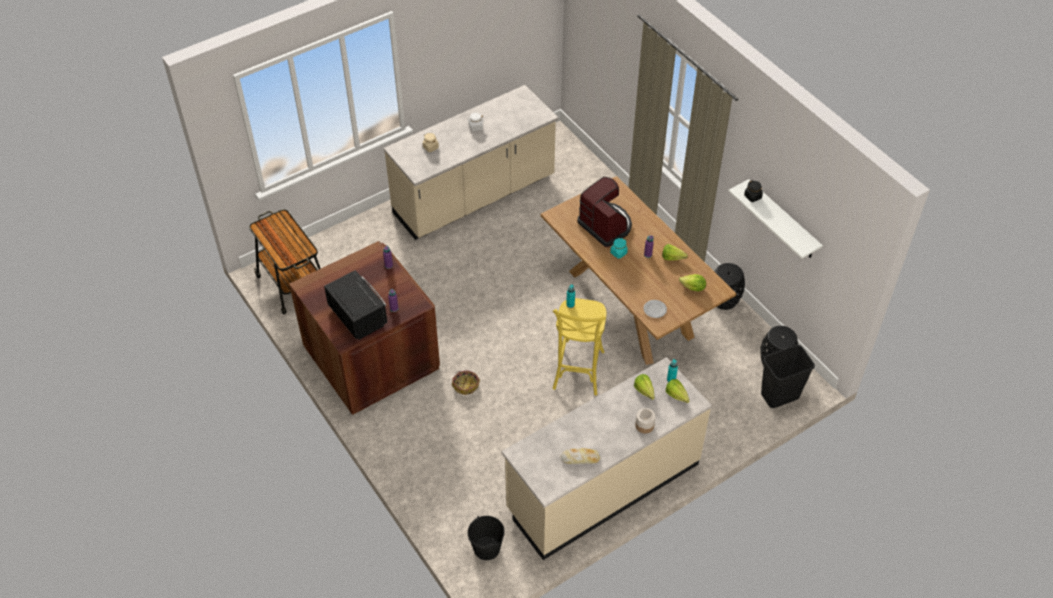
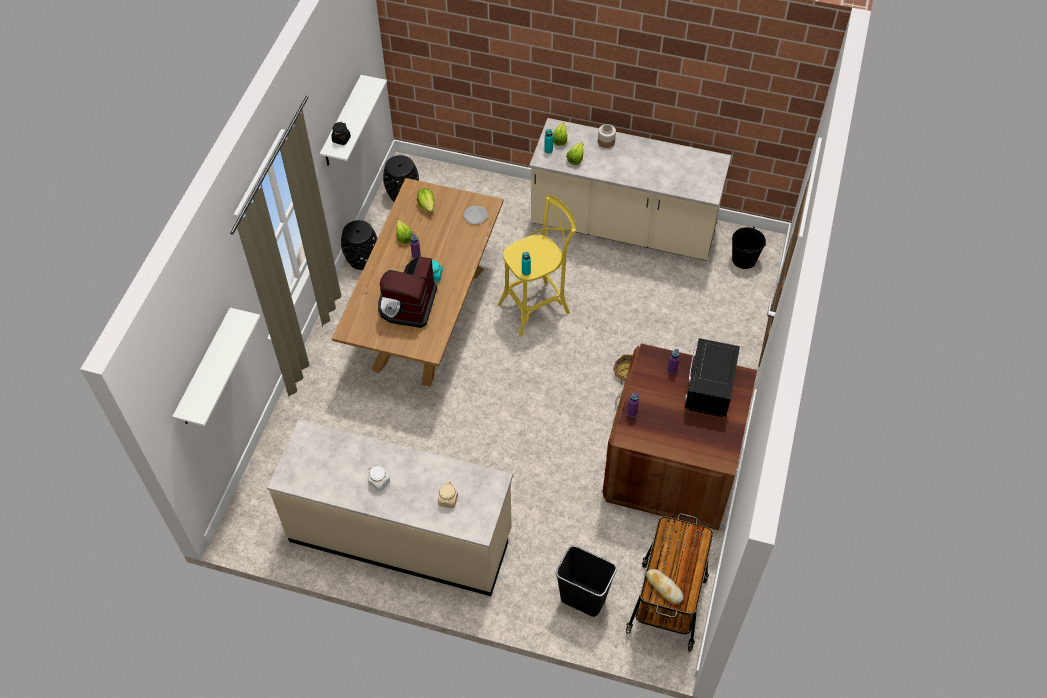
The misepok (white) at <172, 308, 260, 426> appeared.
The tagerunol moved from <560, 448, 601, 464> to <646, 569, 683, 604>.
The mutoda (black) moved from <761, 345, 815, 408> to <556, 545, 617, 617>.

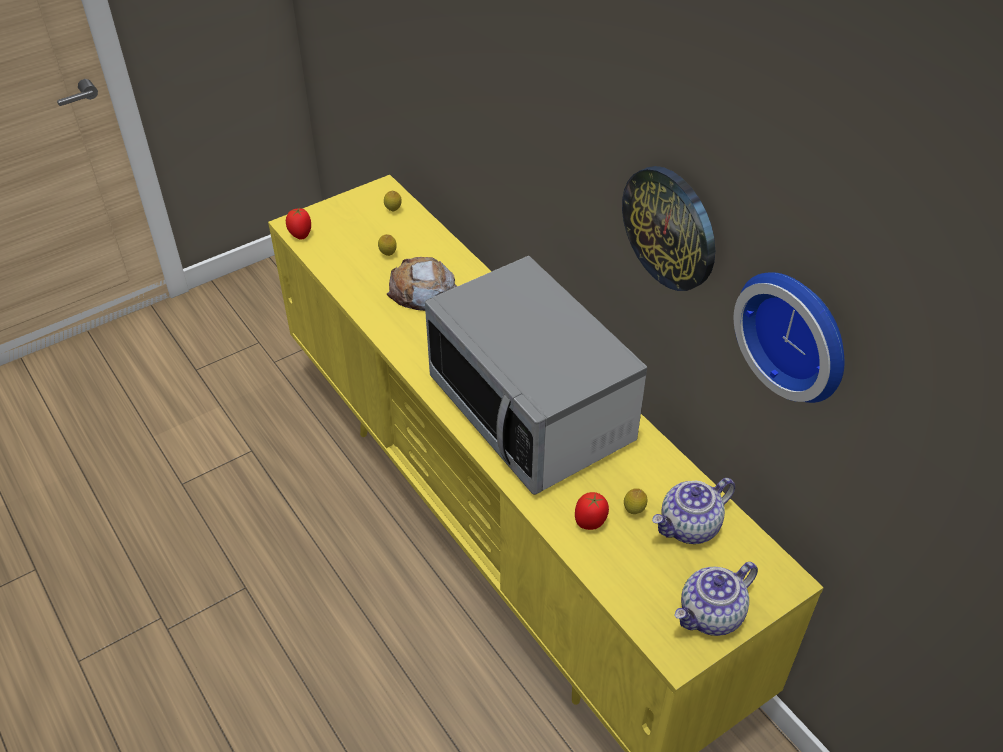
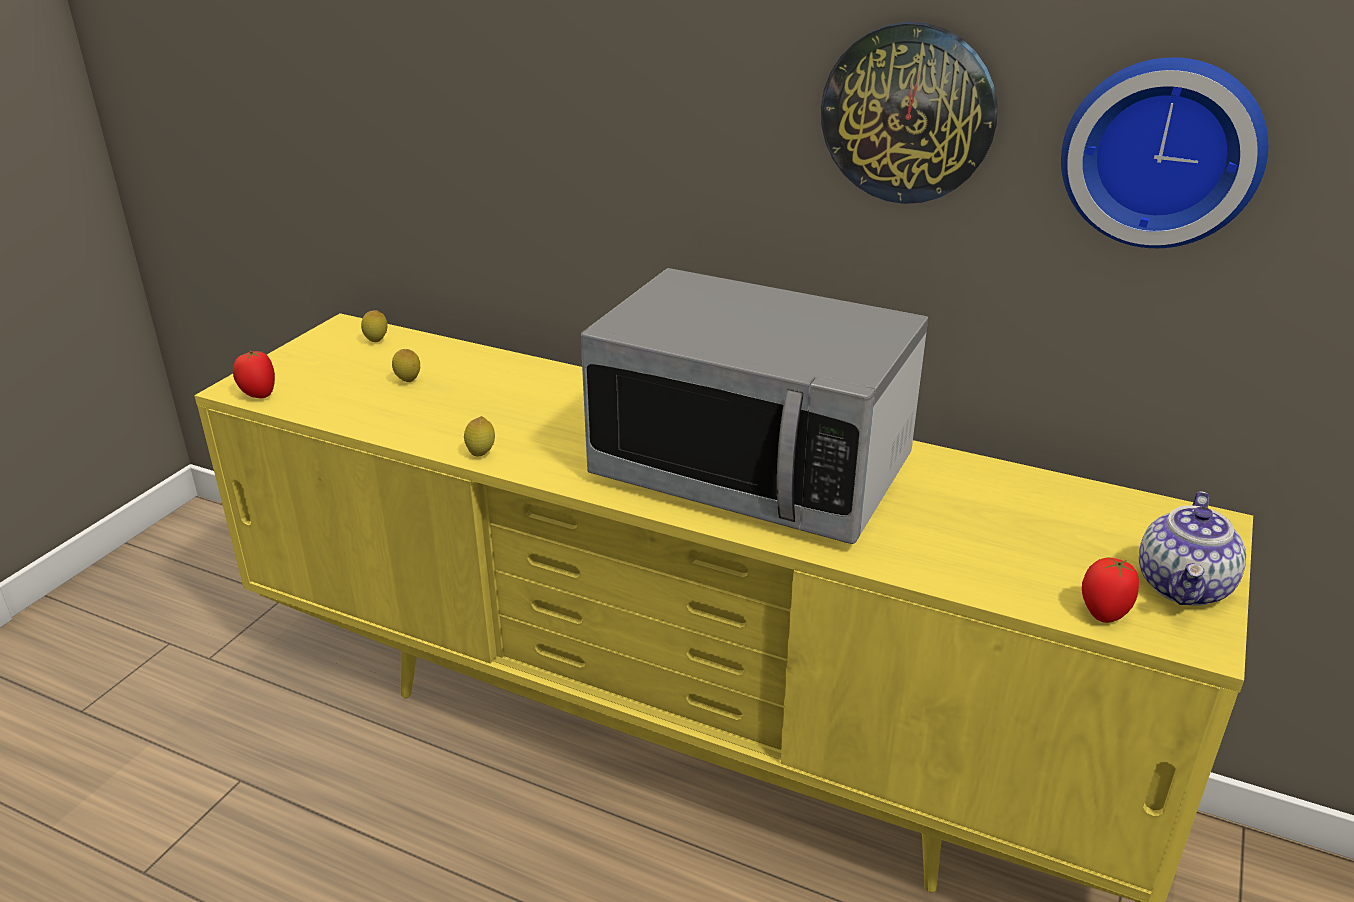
The tagerunol at <387, 257, 457, 311> disappeared.
The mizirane at <652, 478, 735, 544> disappeared.
The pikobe moved from <575, 492, 609, 530> to <1082, 558, 1139, 623>.
The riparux moved from <624, 488, 648, 514> to <464, 416, 495, 457>.

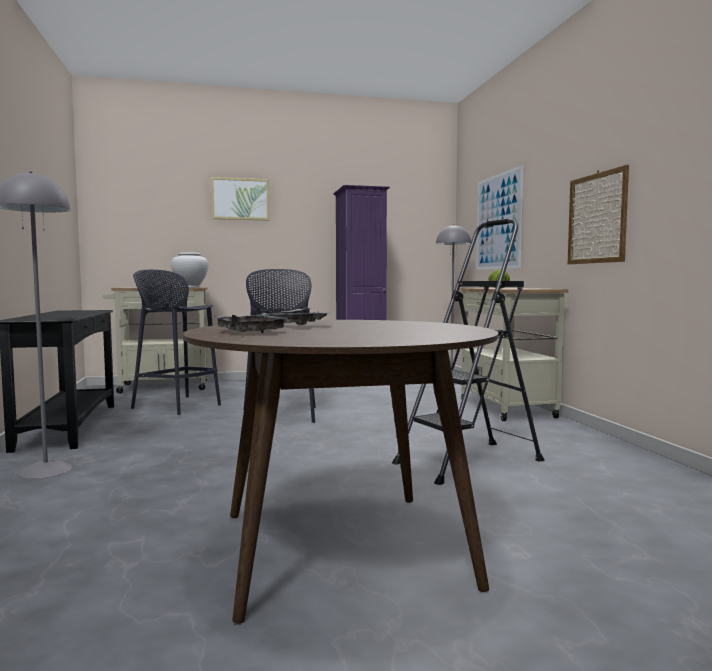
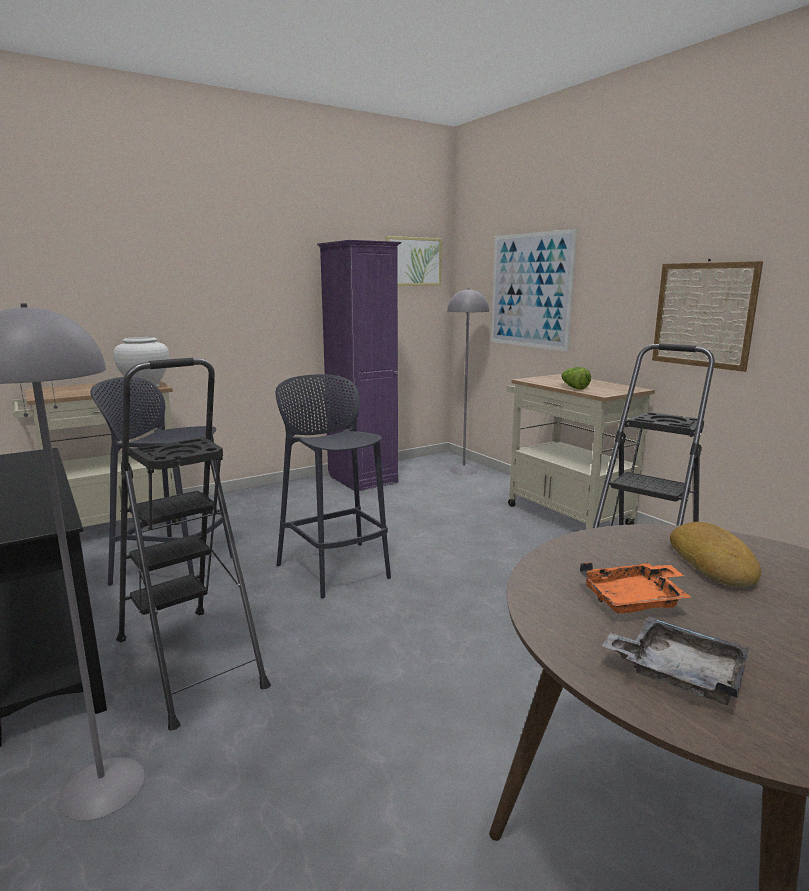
The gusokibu at <116, 358, 271, 731> appeared.
The tagerunol at <670, 522, 762, 587> appeared.
The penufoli moved from <211, 177, 269, 220> to <385, 236, 442, 286>.
The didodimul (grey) at <257, 308, 330, 325> became the didodimul (orange) at <580, 562, 691, 613>.

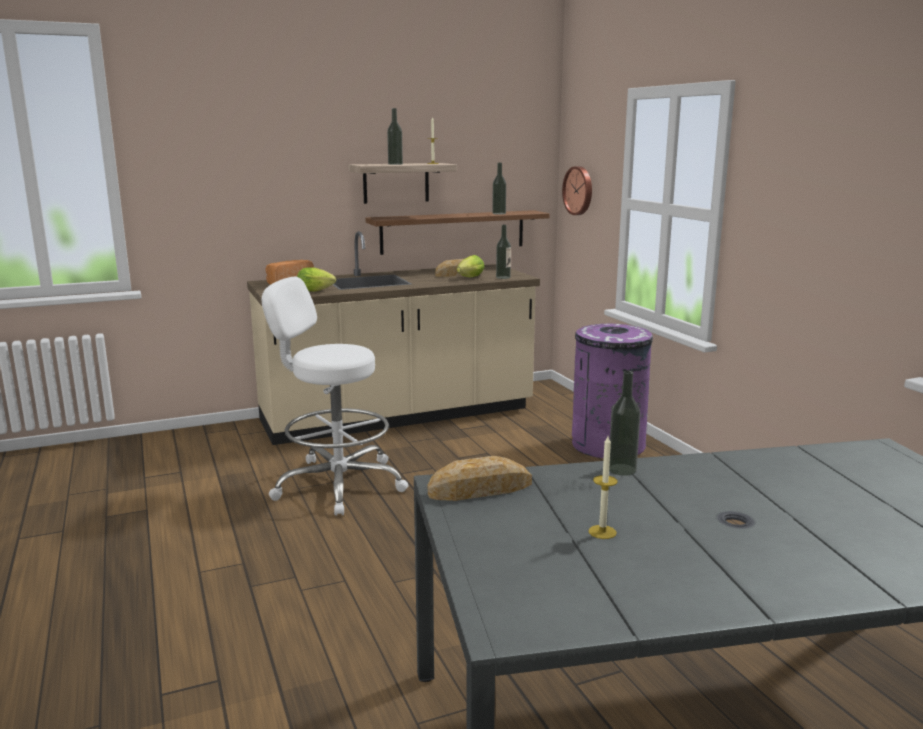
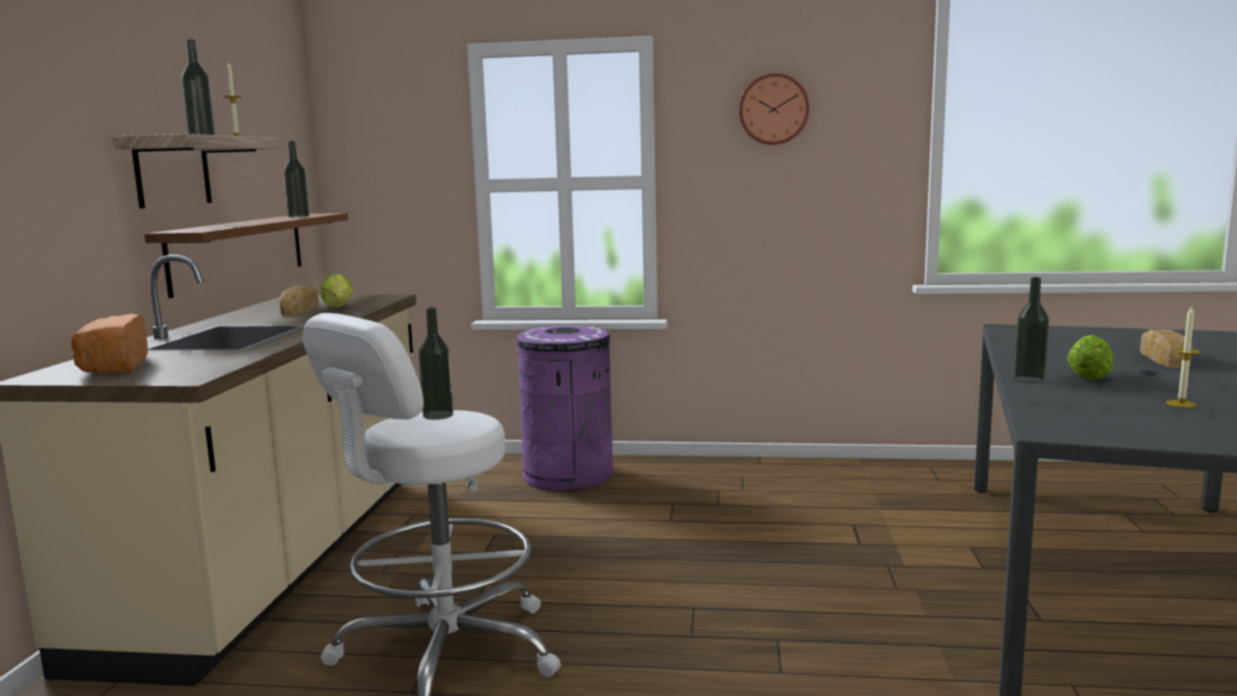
The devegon moved from <297, 267, 336, 291> to <1067, 335, 1113, 380>.
The tagerunol moved from <428, 456, 532, 501> to <1140, 329, 1193, 368>.
The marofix moved from <496, 225, 511, 279> to <419, 307, 453, 420>.
The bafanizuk moved from <562, 166, 592, 215> to <739, 73, 809, 145>.

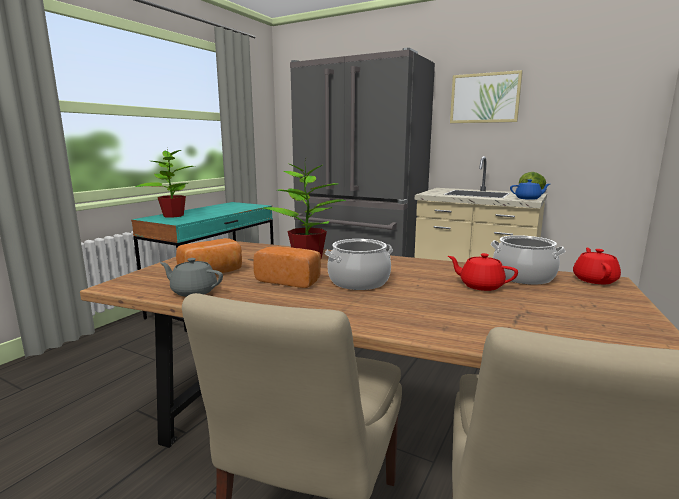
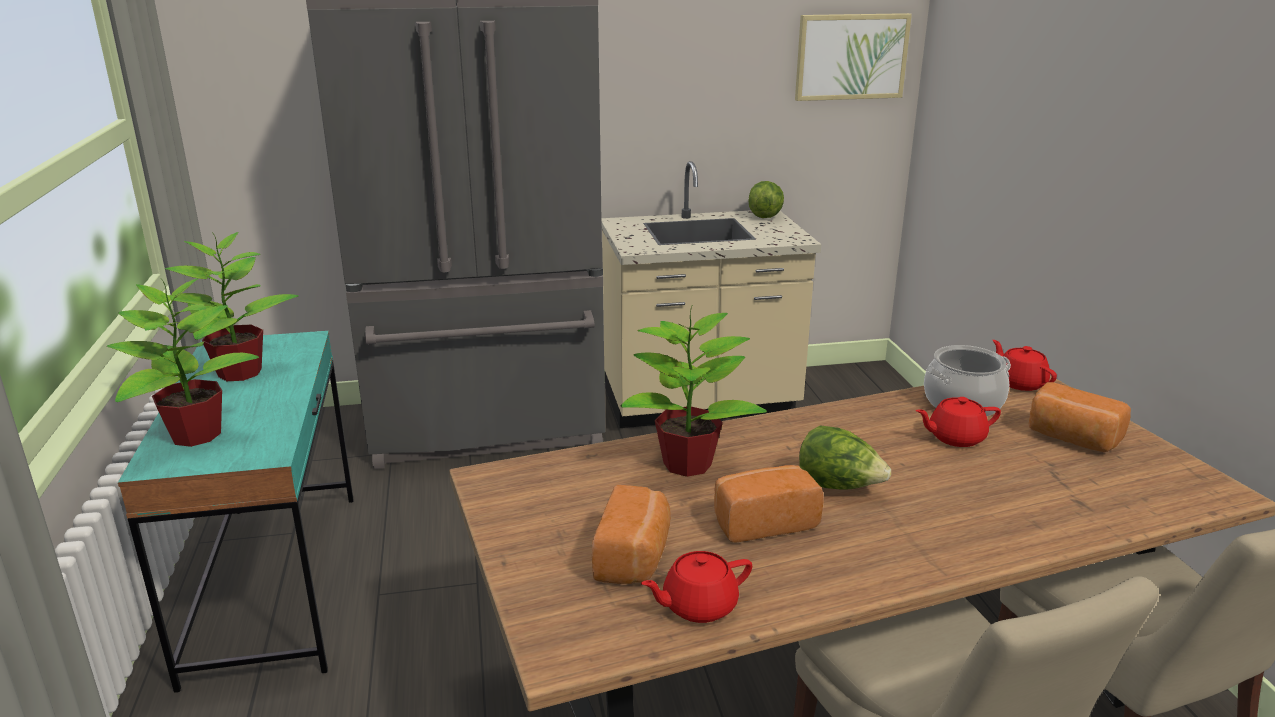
The mizirane (blue) at <510, 179, 550, 200> disappeared.
The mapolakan at <165, 232, 299, 381> appeared.
The tagerunol at <1029, 382, 1131, 452> appeared.
The penufoli moved from <450, 70, 523, 123> to <795, 13, 912, 101>.
The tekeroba at <325, 239, 393, 290> was replaced by the devegon at <799, 426, 891, 490>.
The mizirane (grey) at <160, 258, 223, 297> became the mizirane (red) at <641, 551, 752, 623>.

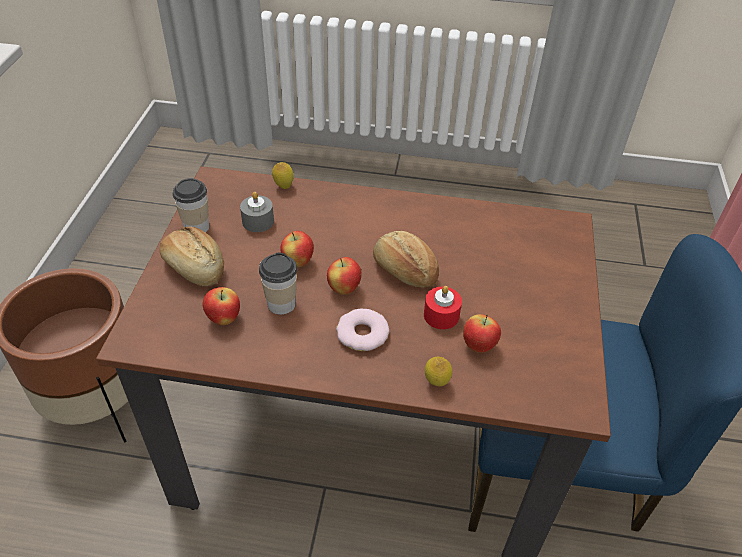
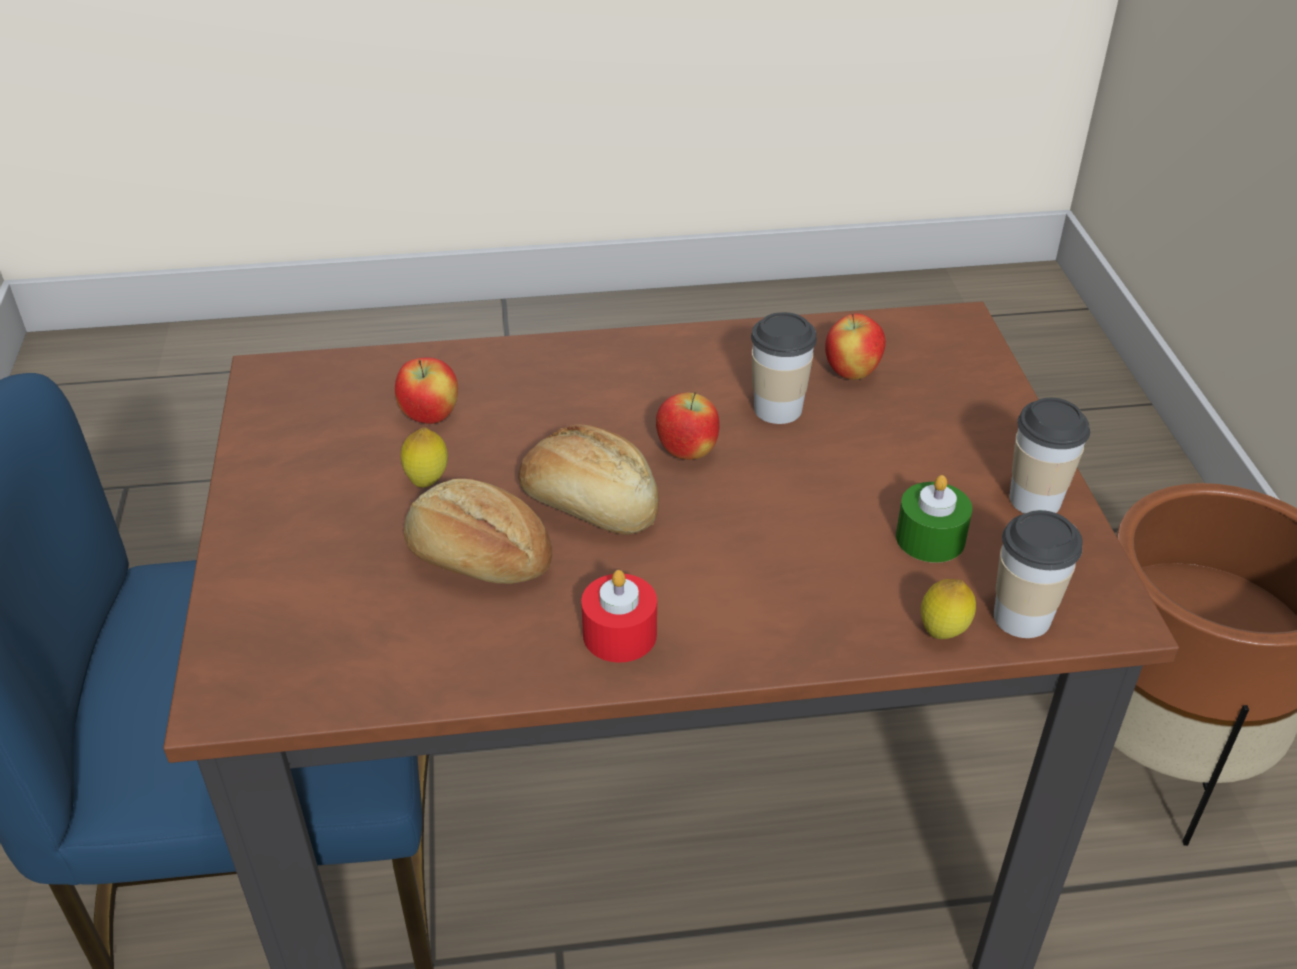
The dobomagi at <280, 231, 314, 267> disappeared.
The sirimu at <336, 309, 389, 351> disappeared.
The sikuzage at <994, 510, 1083, 638> appeared.
The tagerunol moved from <159, 226, 224, 287> to <404, 479, 552, 584>.
The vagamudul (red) moved from <424, 286, 462, 329> to <581, 570, 657, 663>.
The riparux moved from <425, 357, 452, 386> to <401, 427, 448, 488>.
The vagamudul (grey) at <240, 192, 274, 232> became the vagamudul (green) at <896, 475, 972, 563>.

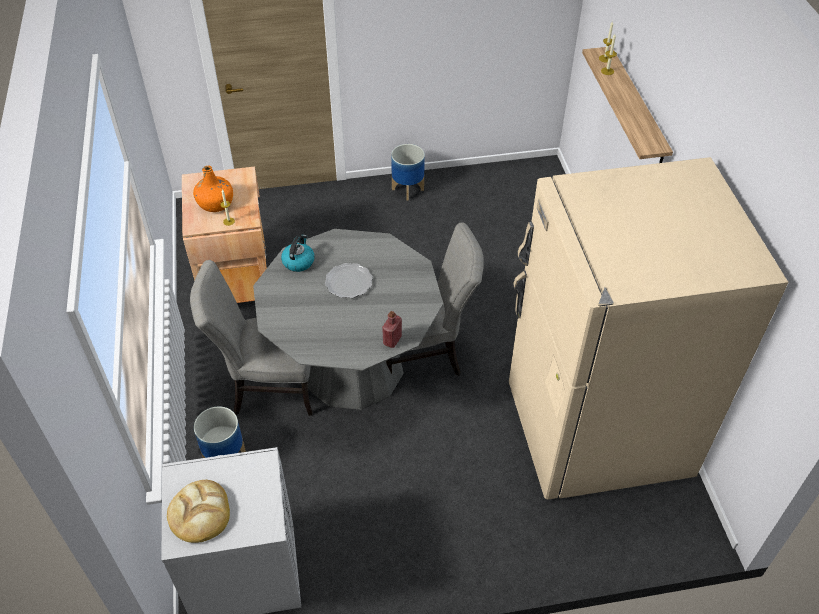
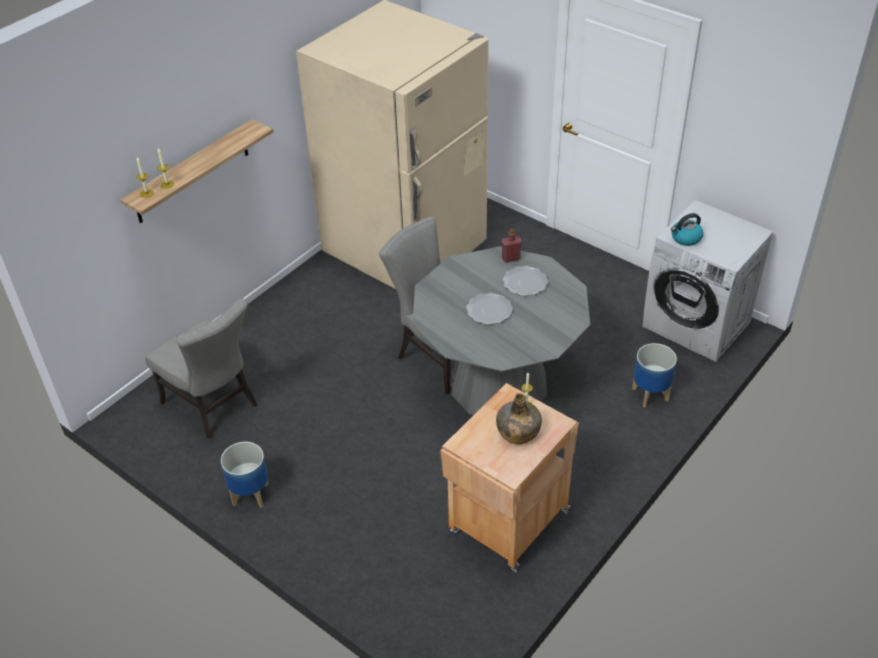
The tagerunol at <167, 480, 230, 543> disappeared.
The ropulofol at <503, 266, 548, 296> appeared.
The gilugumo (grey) moved from <190, 260, 312, 416> to <145, 298, 257, 439>.
The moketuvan moved from <281, 235, 314, 272> to <671, 213, 703, 246>.
The marofix (orange) at <193, 165, 233, 212> became the marofix (green) at <496, 393, 542, 444>.

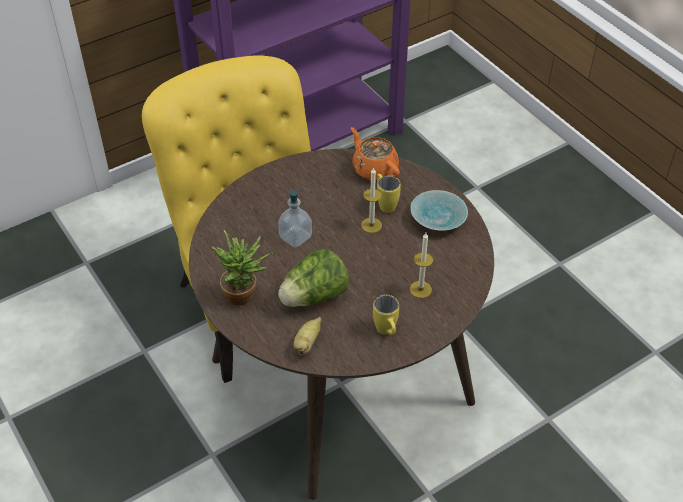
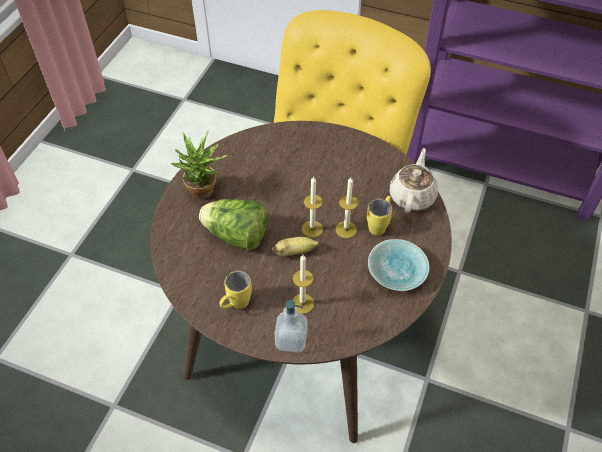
The vagamudul at <302, 176, 323, 238> appeared.
The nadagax moved from <278, 189, 312, 247> to <274, 300, 308, 353>.
The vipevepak moved from <293, 317, 322, 356> to <272, 237, 319, 256>.
The mizirane (orange) at <351, 127, 400, 181> became the mizirane (beige) at <390, 148, 438, 213>.

